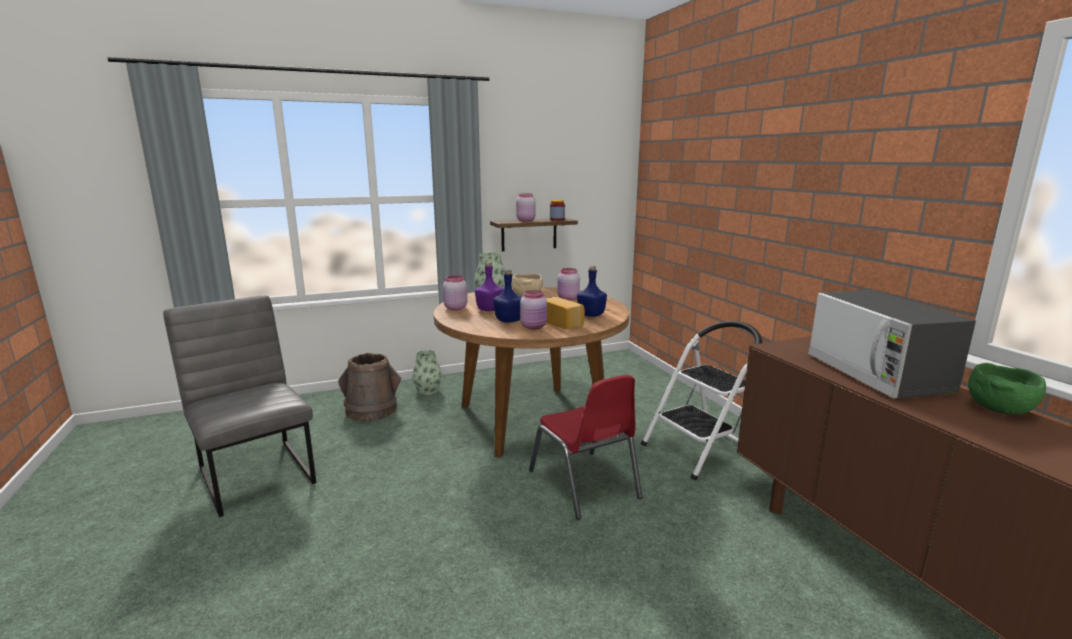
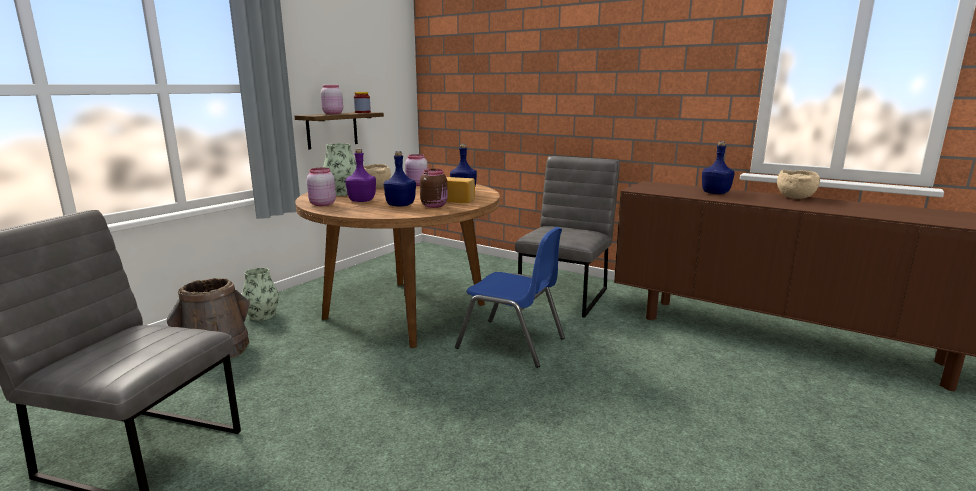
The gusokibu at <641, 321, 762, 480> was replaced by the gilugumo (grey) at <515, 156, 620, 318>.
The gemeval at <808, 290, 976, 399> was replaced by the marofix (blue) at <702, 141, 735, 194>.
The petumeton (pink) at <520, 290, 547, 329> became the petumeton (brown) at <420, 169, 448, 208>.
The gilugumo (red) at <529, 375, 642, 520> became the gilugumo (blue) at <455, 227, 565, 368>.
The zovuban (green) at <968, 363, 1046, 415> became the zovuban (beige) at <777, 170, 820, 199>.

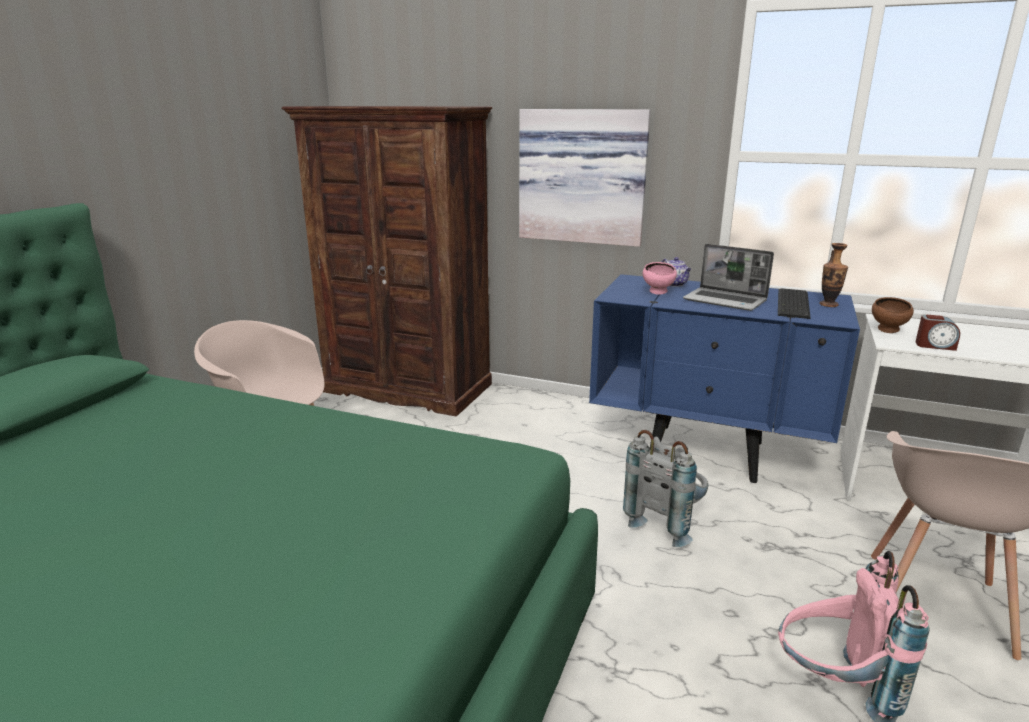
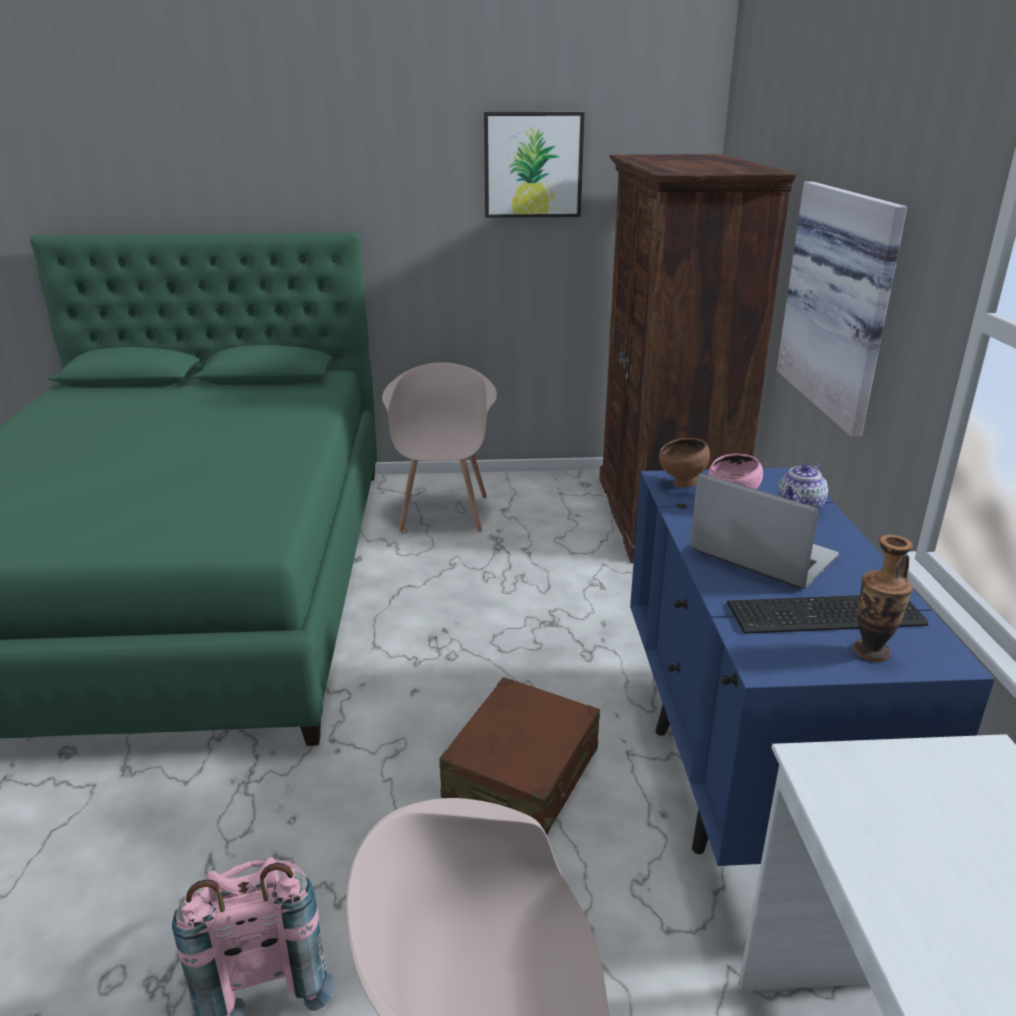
The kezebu at <915, 315, 960, 351> disappeared.
The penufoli at <484, 112, 584, 218> appeared.
The zovuban (brown) moved from <872, 297, 914, 333> to <659, 438, 710, 488>.
The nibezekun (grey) at <623, 430, 708, 547> was replaced by the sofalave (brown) at <439, 677, 600, 835>.
The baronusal at <683, 244, 774, 311> turned 120 degrees clockwise.

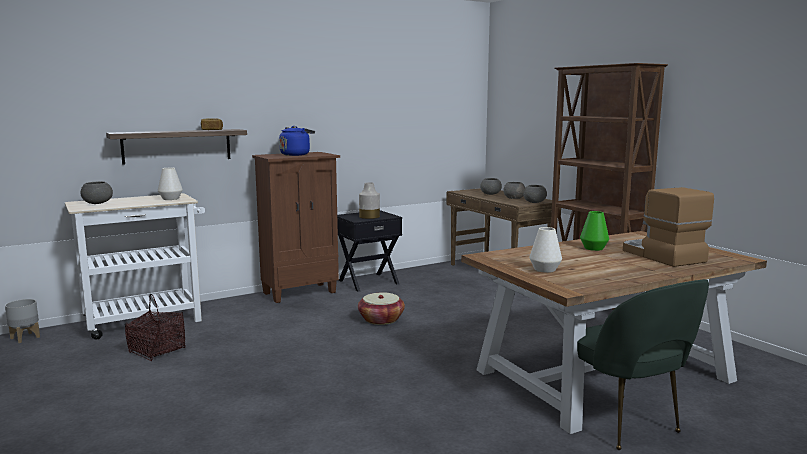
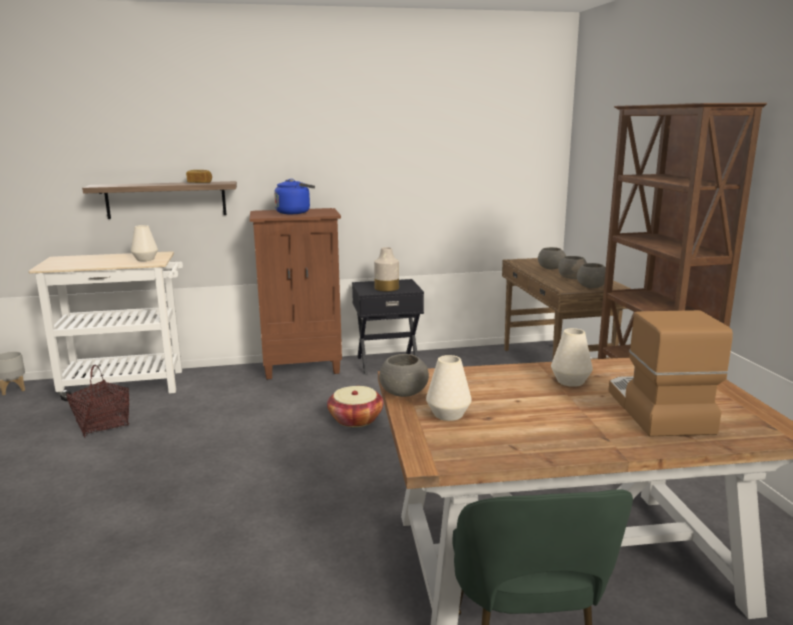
The zovuban (grey) moved from <81, 181, 113, 204> to <379, 354, 429, 397>.
The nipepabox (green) at <580, 211, 609, 251> became the nipepabox (white) at <551, 328, 593, 387>.

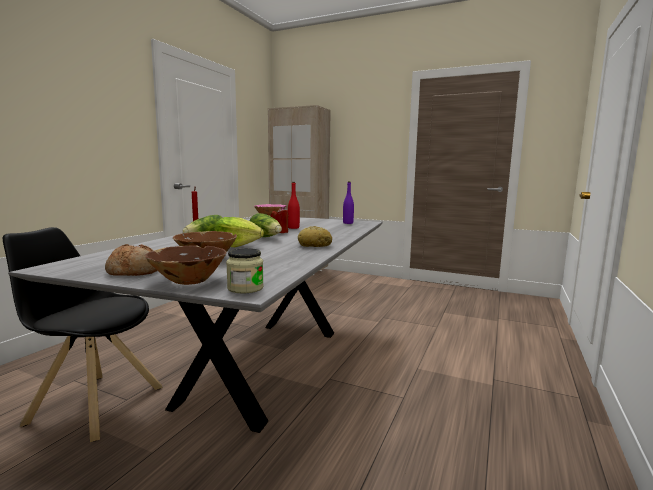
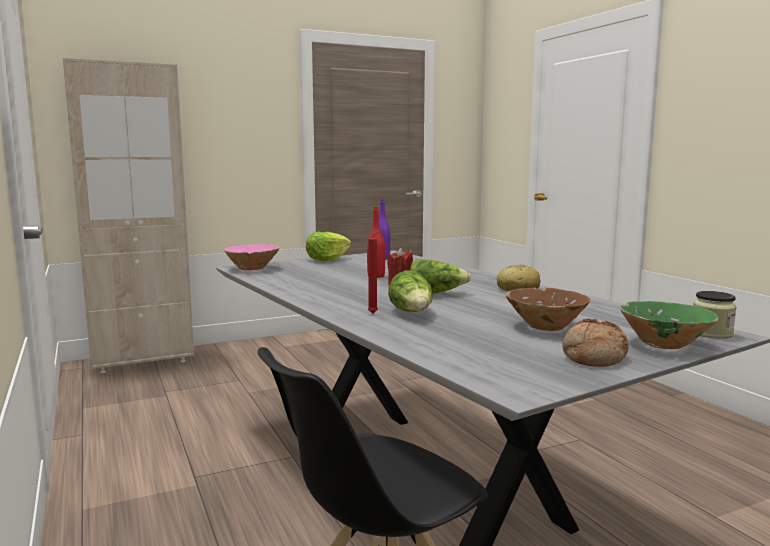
The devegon moved from <214, 217, 264, 247> to <306, 232, 351, 261>.
The zovuban (brown) at <145, 246, 227, 285> became the zovuban (green) at <620, 301, 718, 349>.

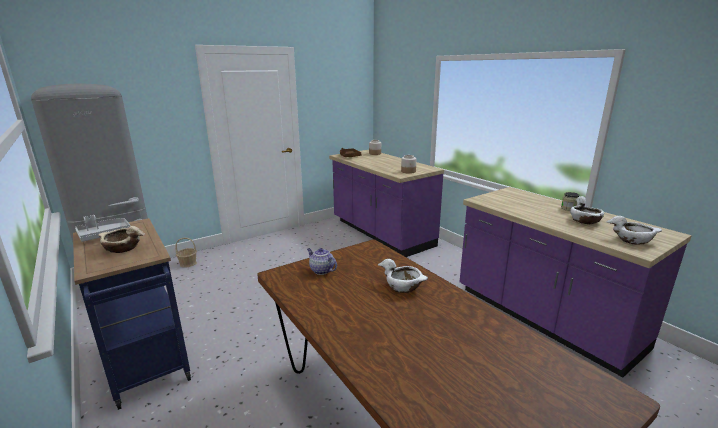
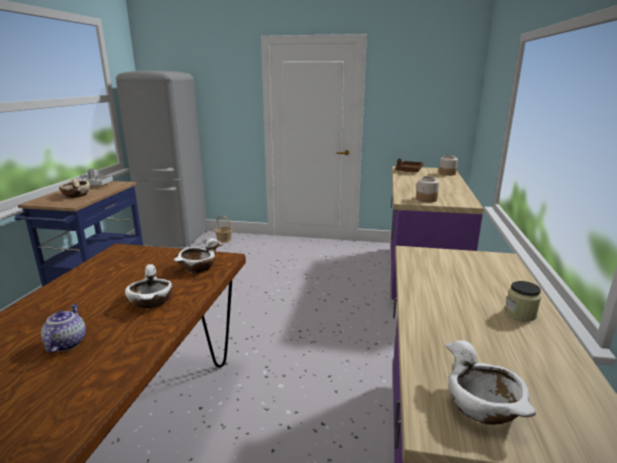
The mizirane moved from <307, 248, 337, 275> to <41, 304, 86, 353>.
The zovuban (white) moved from <570, 196, 604, 224> to <174, 238, 223, 273>.

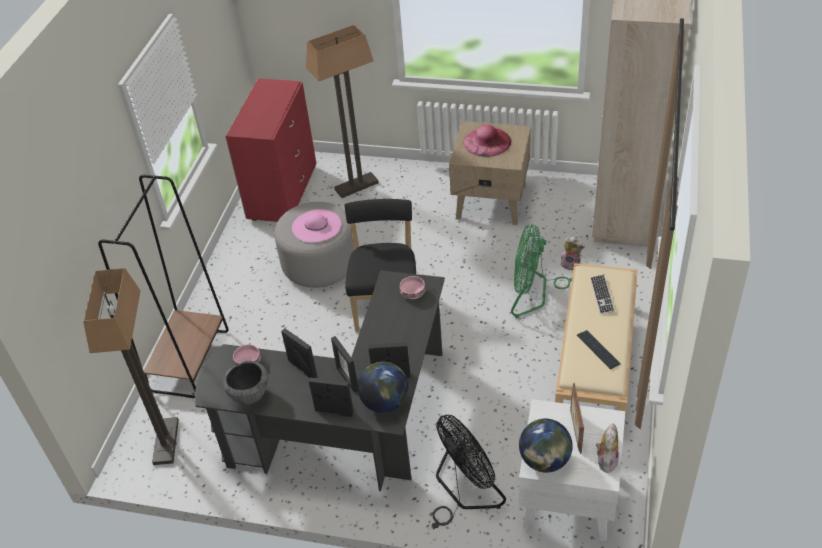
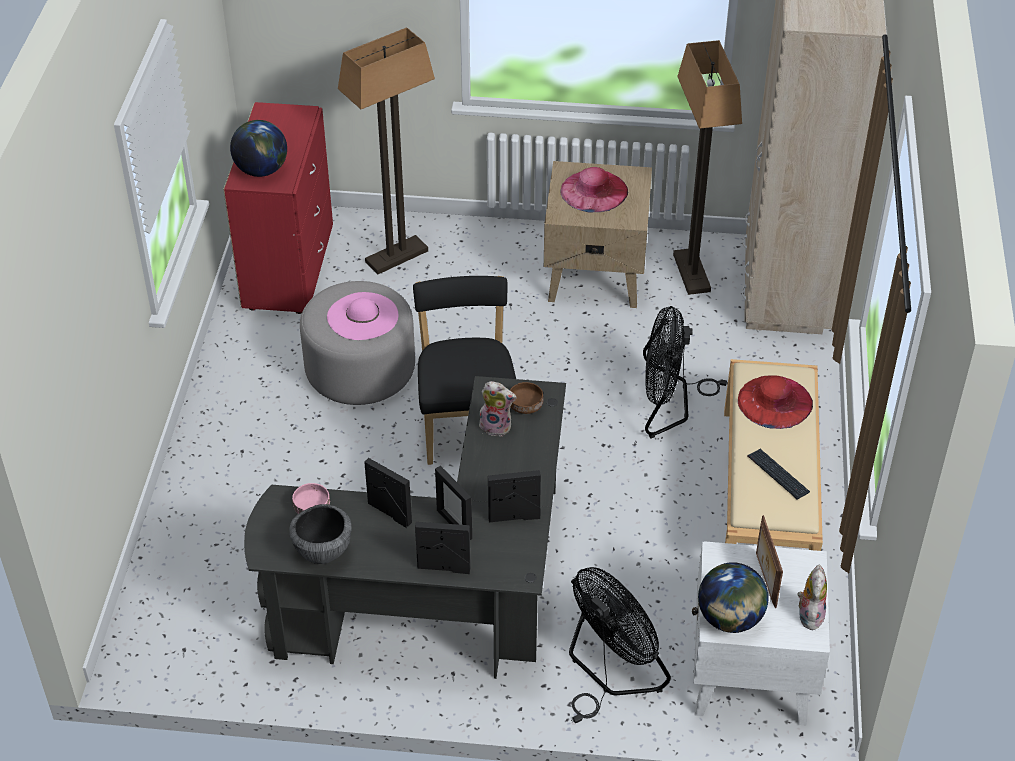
The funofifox at <98, 175, 229, 398> disappeared.
The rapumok moved from <83, 268, 179, 465> to <673, 40, 742, 295>.
The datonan moved from <357, 362, 408, 413> to <230, 120, 287, 177>.
The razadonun moved from <560, 236, 585, 270> to <479, 381, 517, 436>.
The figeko at <590, 275, 615, 315> was replaced by the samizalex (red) at <738, 375, 813, 429>.
The zovuban (pink) at <400, 276, 425, 299> became the zovuban (brown) at <510, 382, 544, 414>.
The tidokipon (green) at <511, 224, 572, 318> became the tidokipon (black) at <643, 306, 728, 439>.

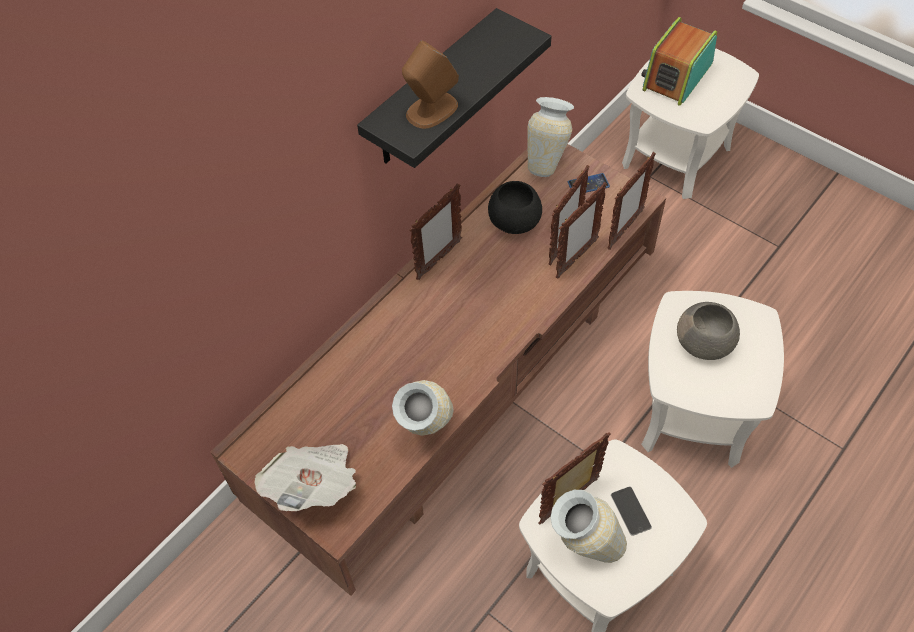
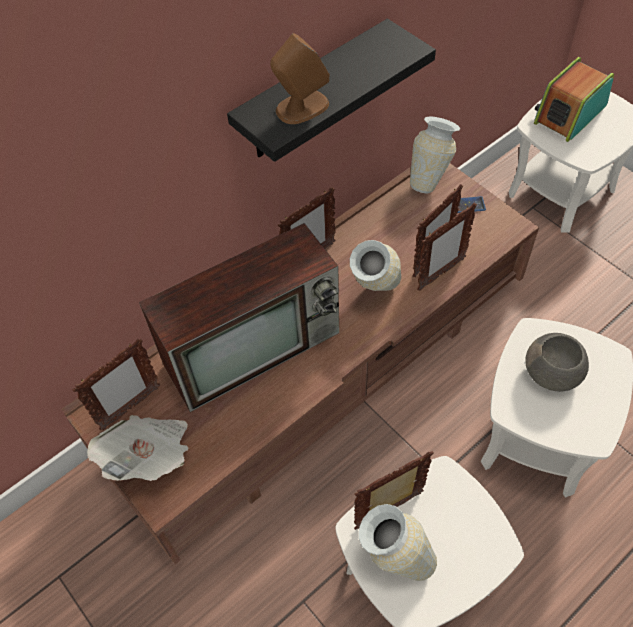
The zovuban (black) at <488, 181, 542, 234> disappeared.
The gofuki at <611, 486, 652, 536> disappeared.
The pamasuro at <139, 223, 339, 412> appeared.
The nipepabox moved from <392, 380, 454, 436> to <350, 240, 401, 291>.
The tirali moved from <607, 152, 656, 250> to <73, 339, 160, 430>.

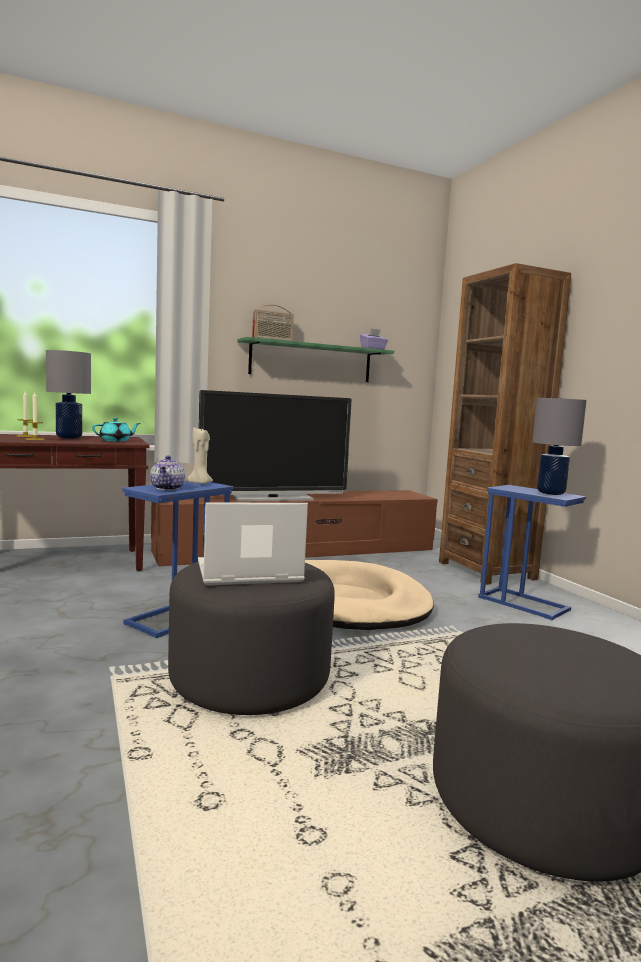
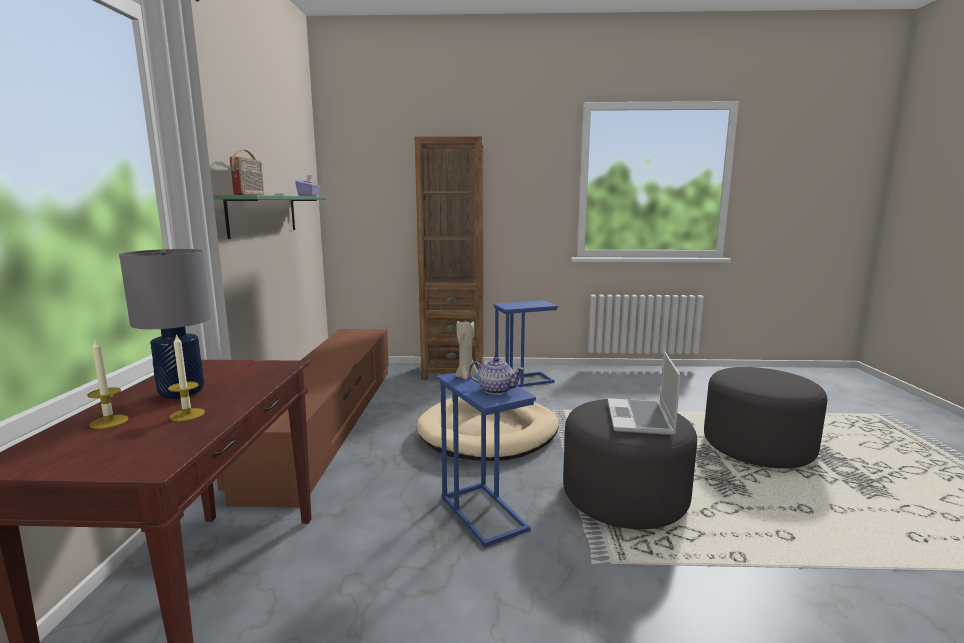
The mizirane (turquoise) at <92, 418, 141, 442> disappeared.
The pamasuro at <199, 390, 352, 502> disappeared.
The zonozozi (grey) at <532, 398, 587, 495> disappeared.

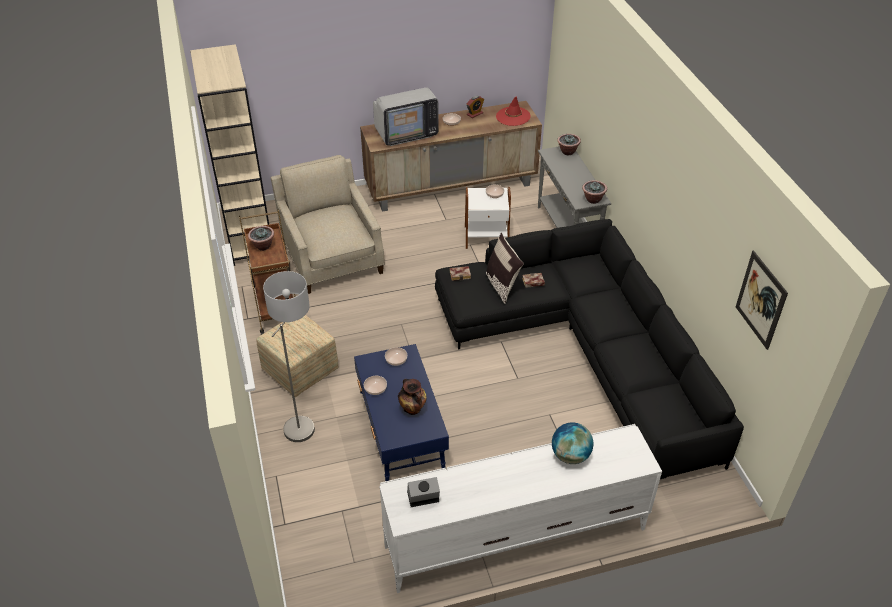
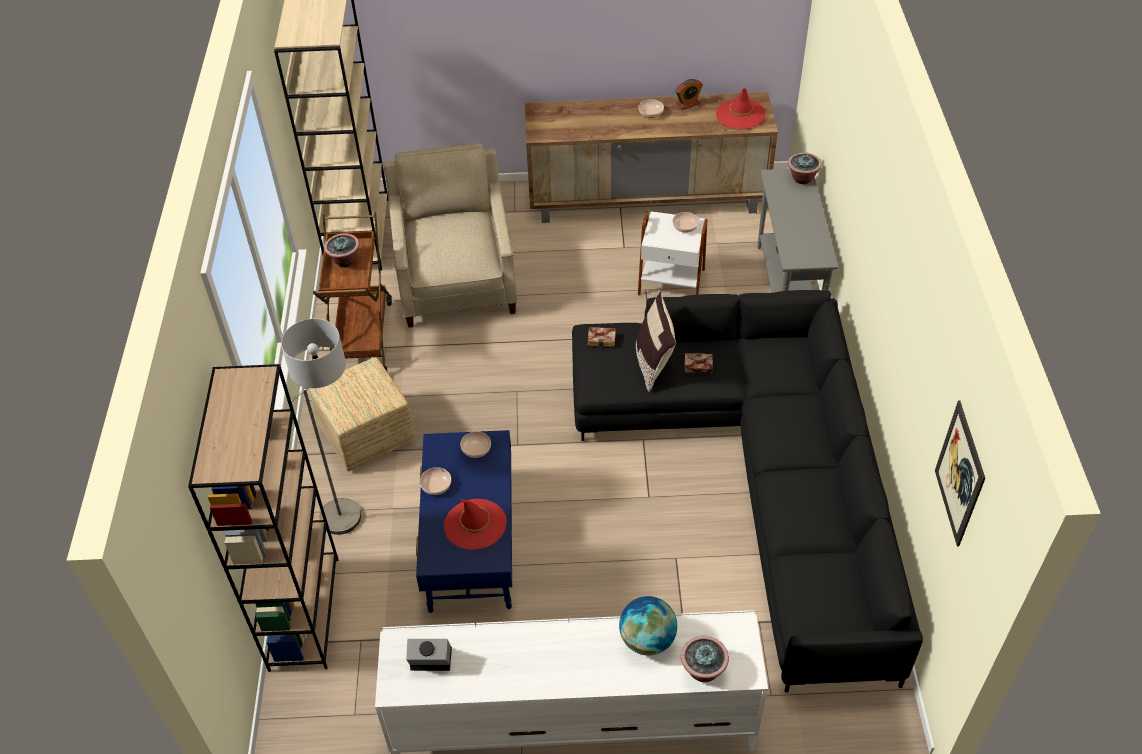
The pamasuro at <373, 88, 439, 146> disappeared.
The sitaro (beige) at <188, 364, 339, 672> appeared.
The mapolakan moved from <582, 180, 607, 204> to <681, 636, 729, 682>.
The nipepabox at <398, 379, 427, 415> was replaced by the samizalex (red) at <444, 499, 507, 550>.

